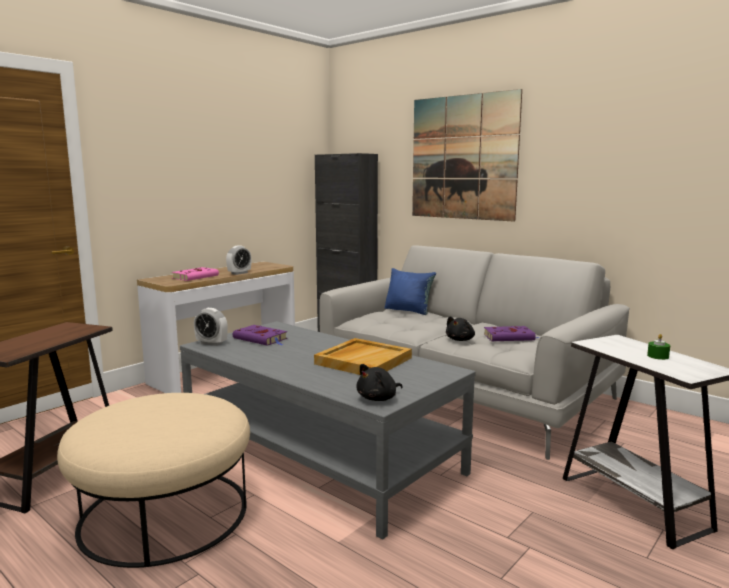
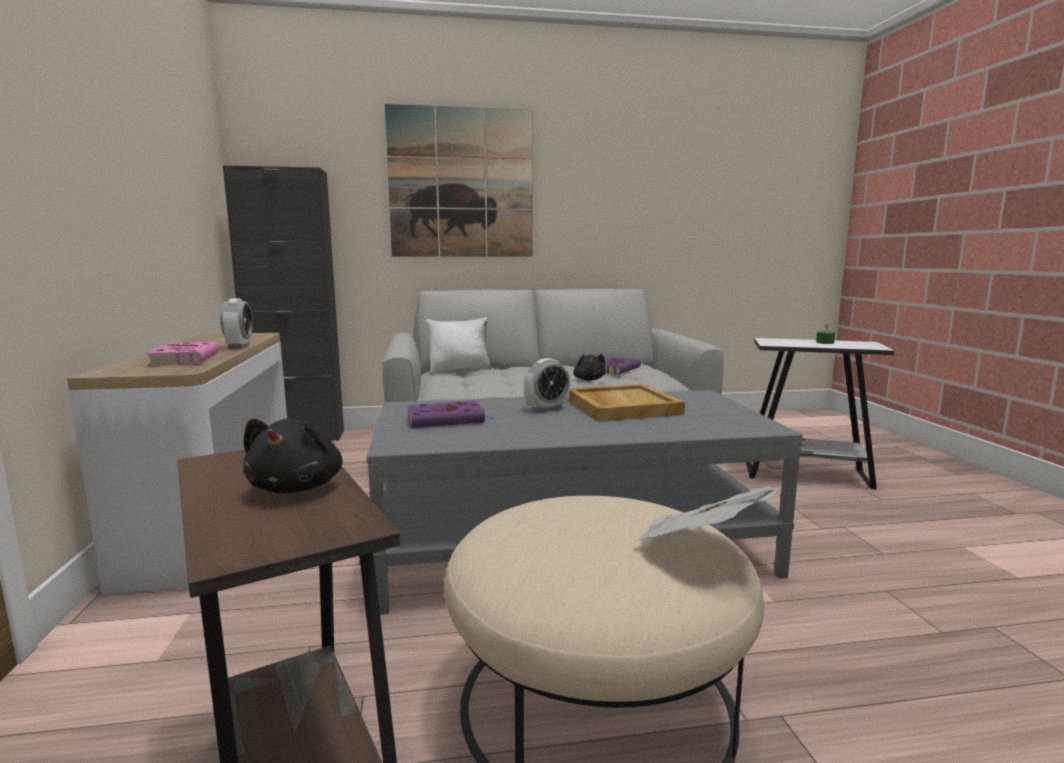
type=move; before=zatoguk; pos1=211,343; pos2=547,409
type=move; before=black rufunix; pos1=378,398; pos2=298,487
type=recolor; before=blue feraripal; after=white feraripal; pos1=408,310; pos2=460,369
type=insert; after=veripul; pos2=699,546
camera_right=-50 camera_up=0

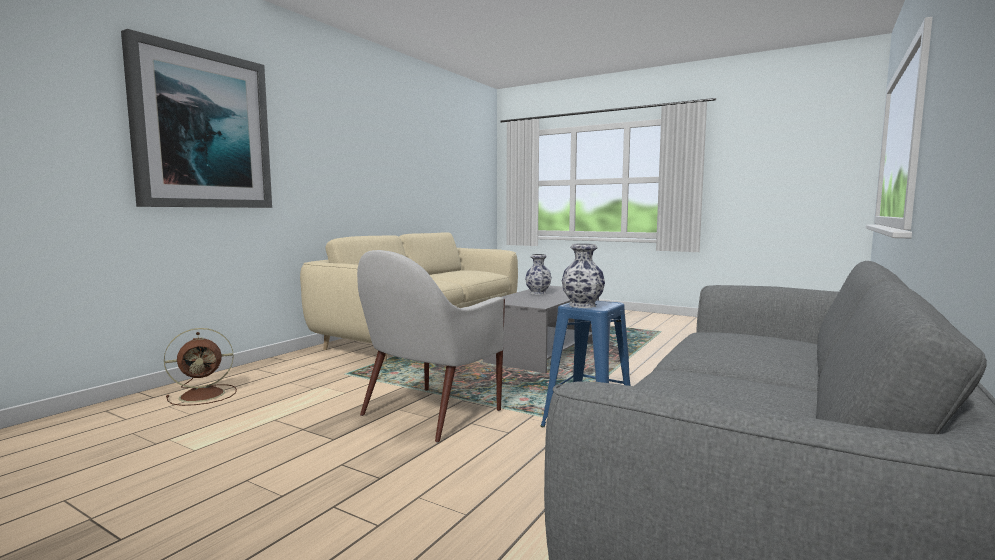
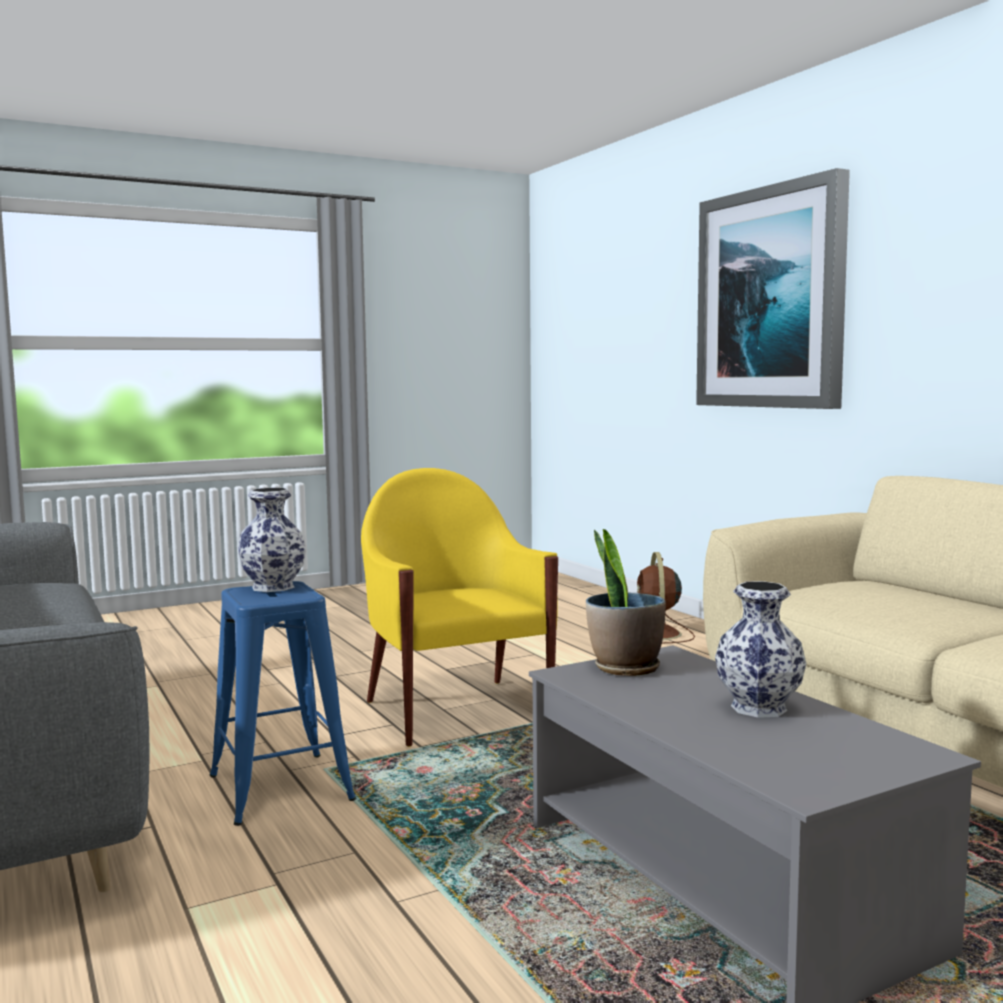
type=recolor; before=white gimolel; after=yellow gimolel; pos1=428,413; pos2=456,710
type=insert; after=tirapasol; pos2=625,668
camera_right=120 camera_up=0

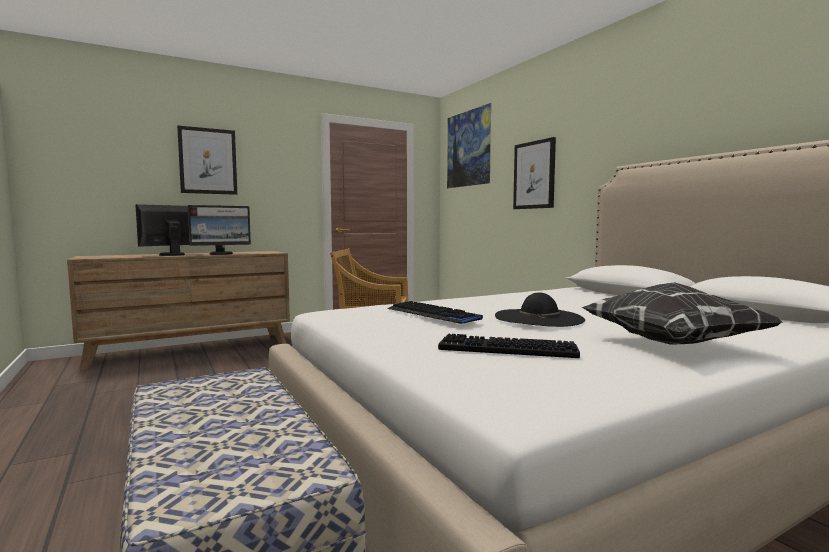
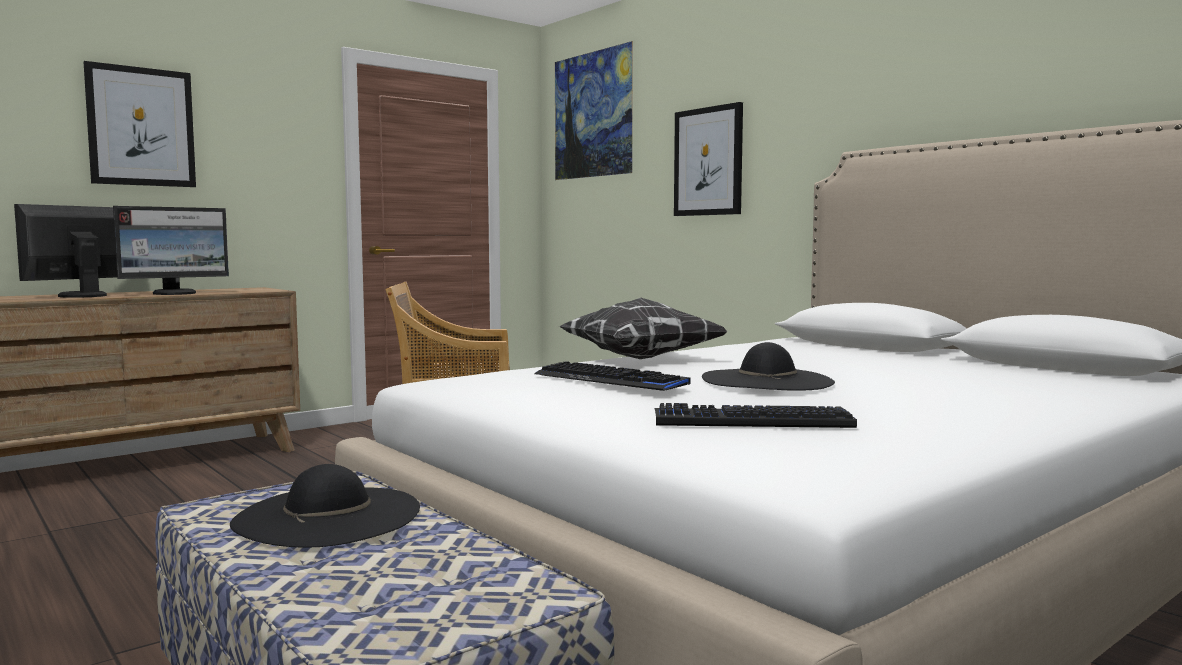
type=move; before=feraripal; pos1=671,344; pos2=641,359
type=insert; after=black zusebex; pos2=328,516
camera_right=-10 camera_up=0

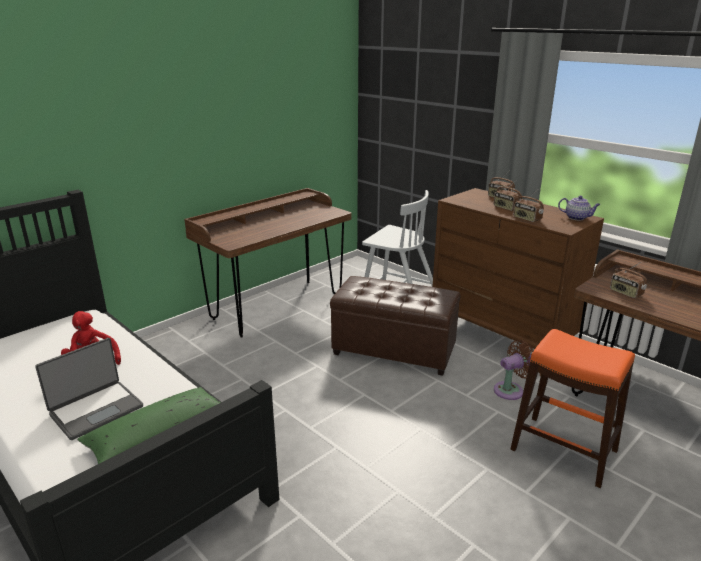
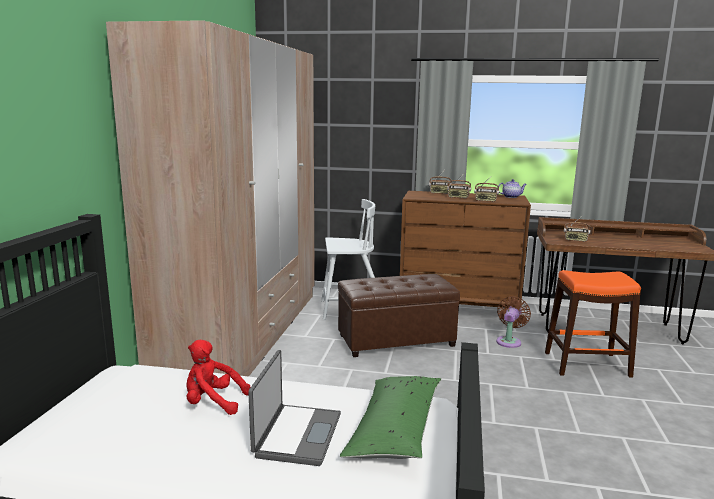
type=replace; before=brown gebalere; after=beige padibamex; pos1=277,307; pos2=247,337
camera_right=-35 camera_up=-10

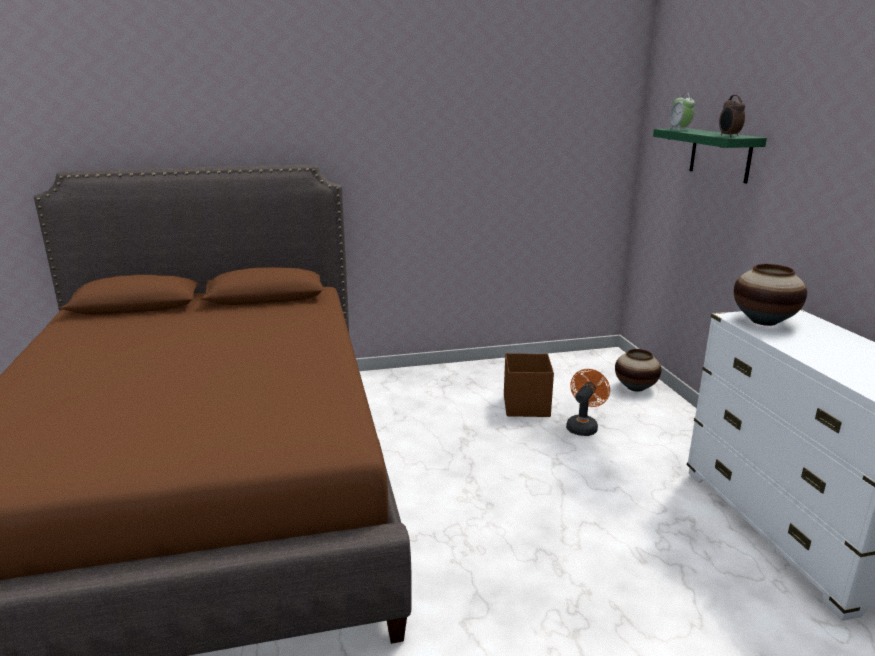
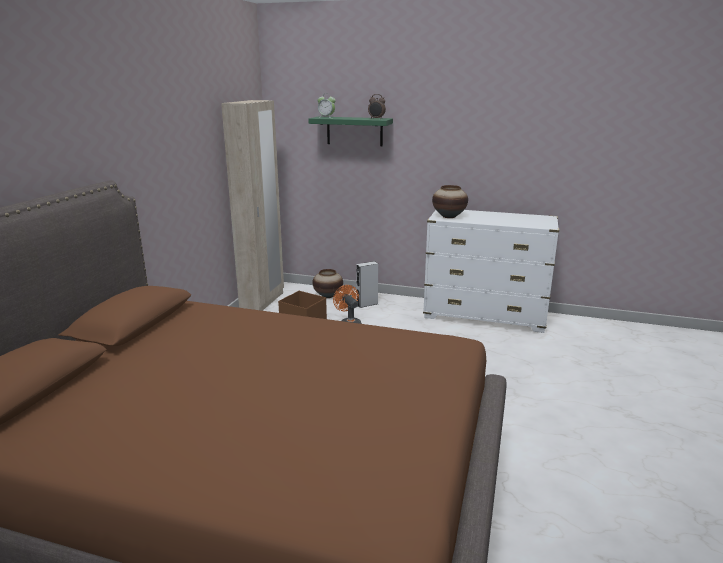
type=insert; after=beige padibamex; pos2=262,301
type=insert; after=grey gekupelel; pos2=367,304
camera_right=-60 camera_up=0

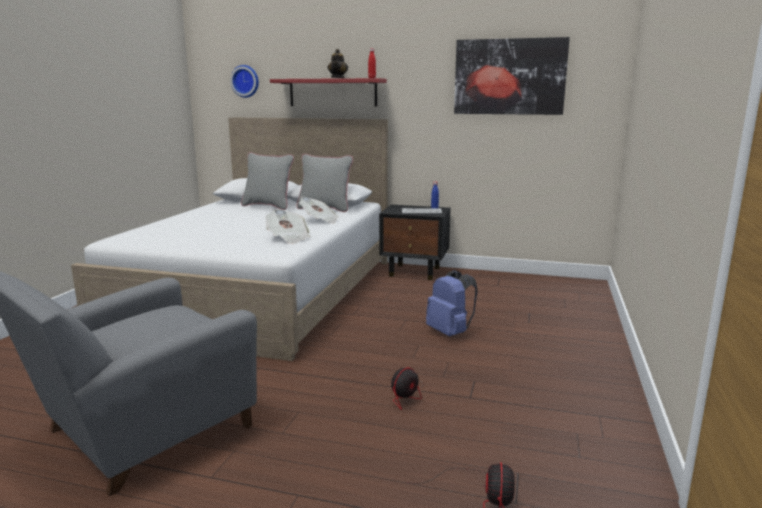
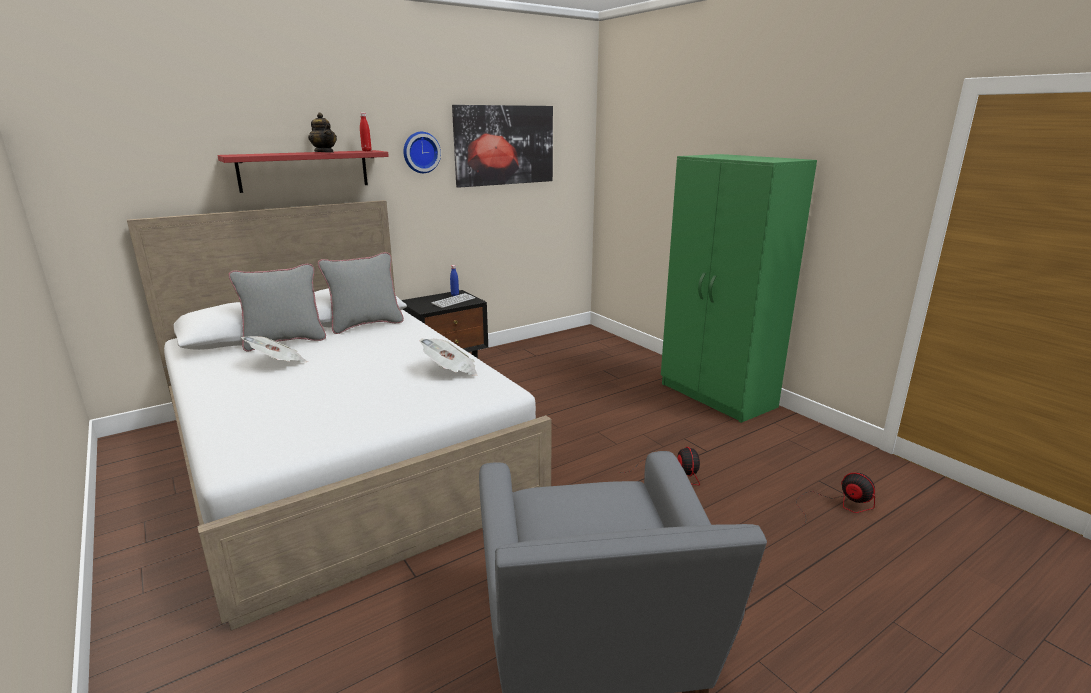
type=move; before=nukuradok; pos1=245,81; pos2=420,152
type=move; before=veripul; pos1=319,221; pos2=278,363
type=delete; before=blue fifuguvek; pos1=450,332
type=insert; after=green padibamex; pos2=717,396
camera_right=-50 camera_up=5

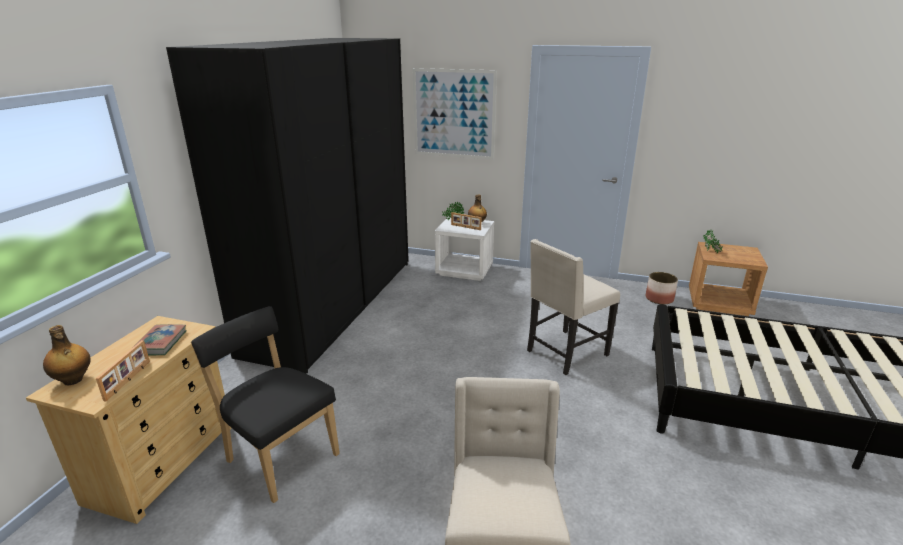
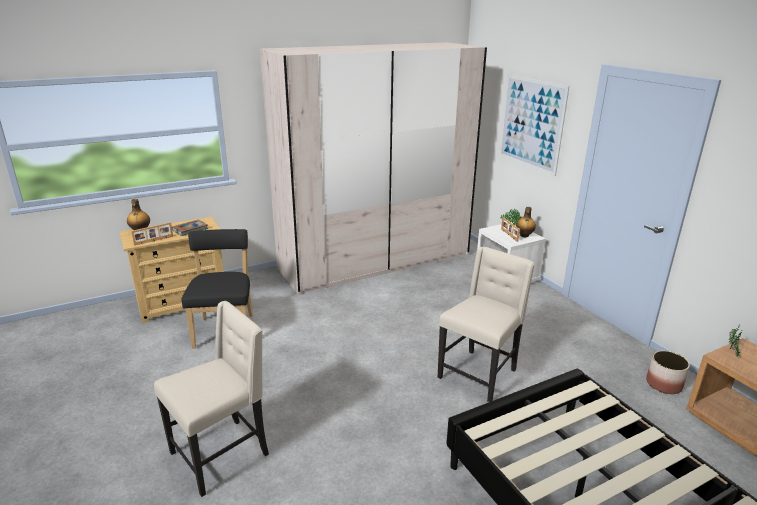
type=recolor; before=black padibamex; after=beige padibamex; pos1=334,304; pos2=375,261
type=rotate; before=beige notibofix; pos1=565,353; pos2=479,374; turn=120
camera_right=45 camera_up=0

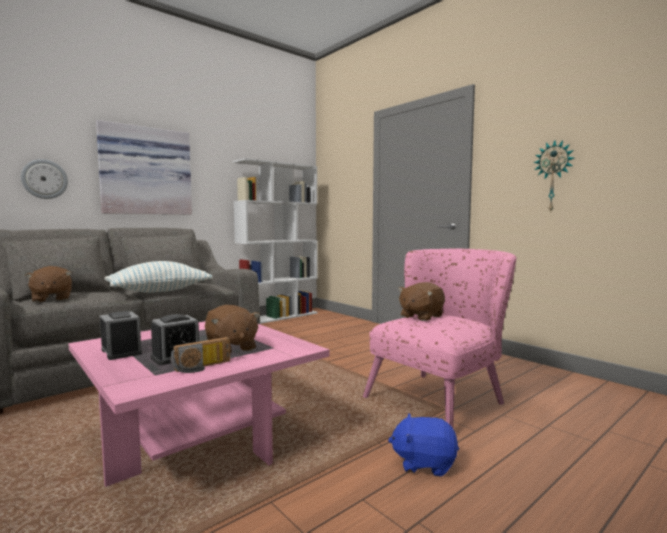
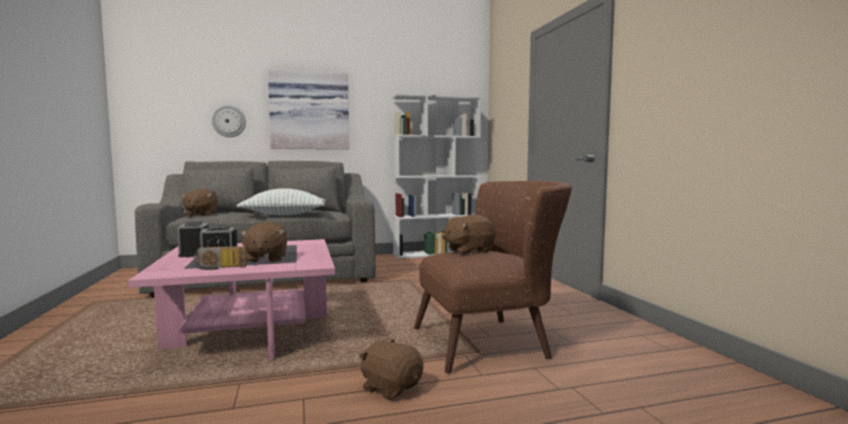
type=recolor; before=pink gimolel; after=brown gimolel; pos1=443,397; pos2=493,342
type=recolor; before=blue rufunix; after=brown rufunix; pos1=424,463; pos2=391,387
type=delete; before=nukuradok; pos1=553,176
camera_right=25 camera_up=0

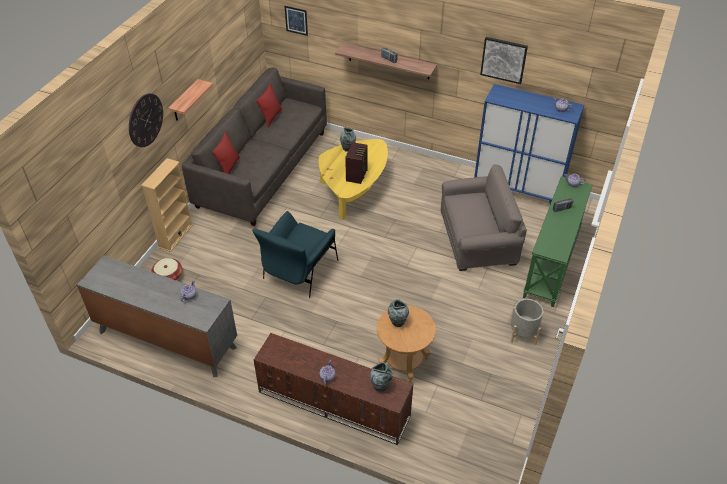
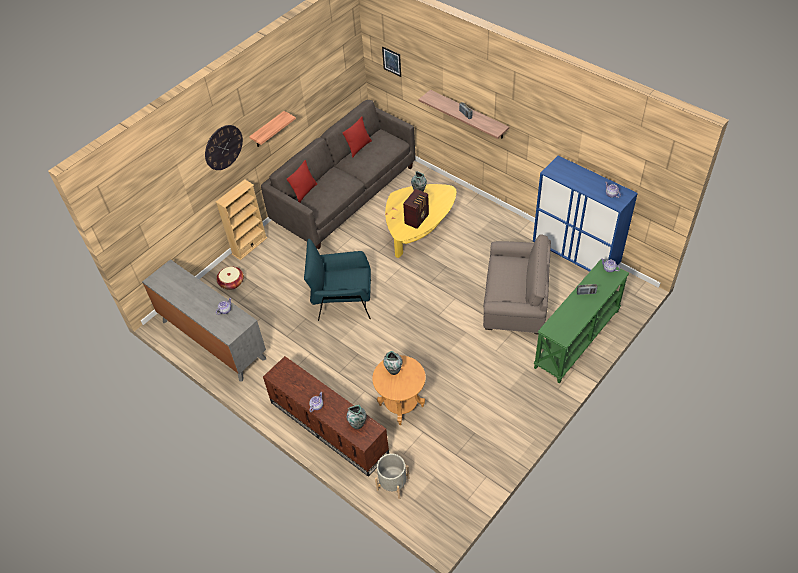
type=rotate; before=blue gimolel; pos1=299,271; pos2=342,300; turn=45
type=delete; before=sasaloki; pos1=503,59
type=move; before=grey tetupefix; pos1=523,333; pos2=393,483
camera_right=20 camera_up=5

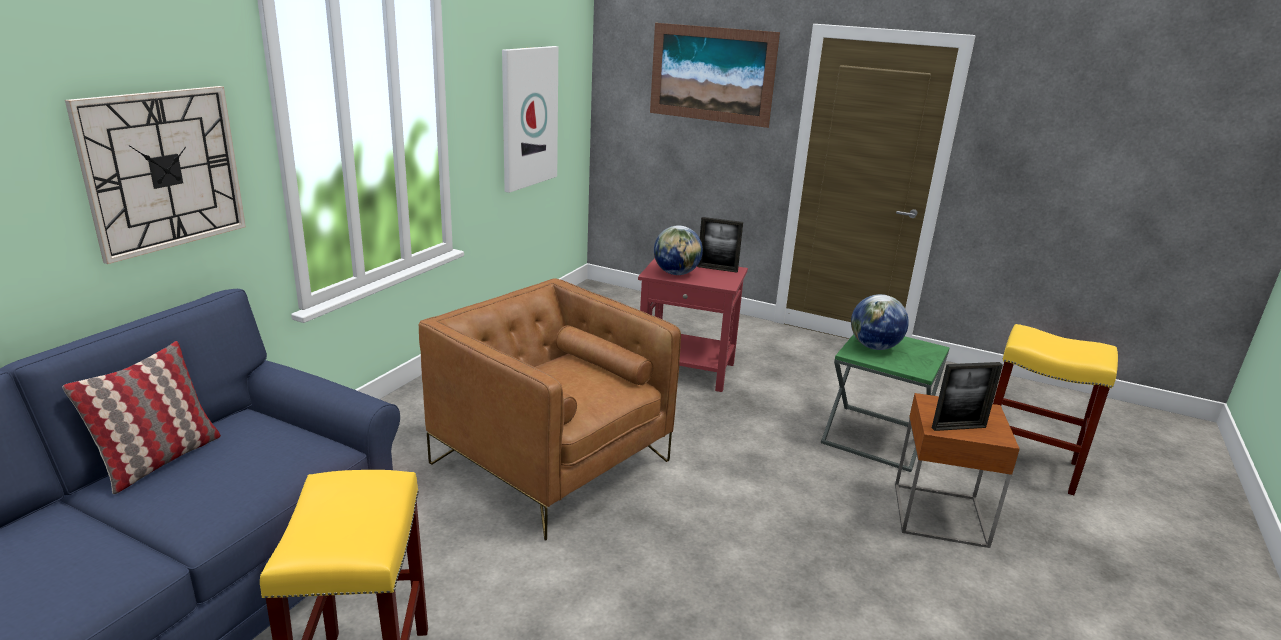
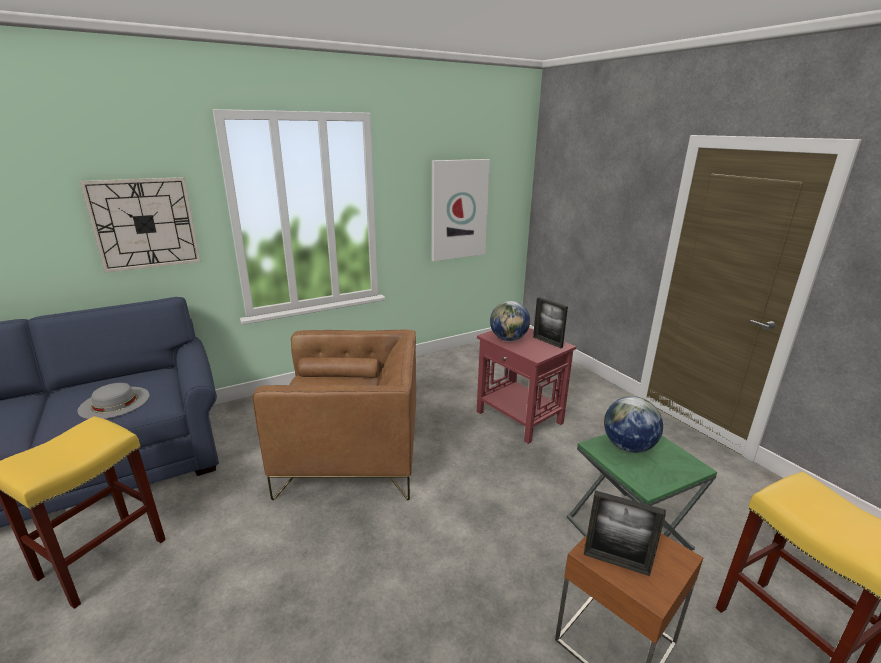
type=delete; before=feraripal; pos1=160,460
type=rotate; before=brown gimolel; pos1=550,462; pos2=352,456; turn=105
type=delete; before=sasaloki; pos1=711,74
type=insert; after=grey zusebex; pos2=114,402
camera_right=35 camera_up=0

